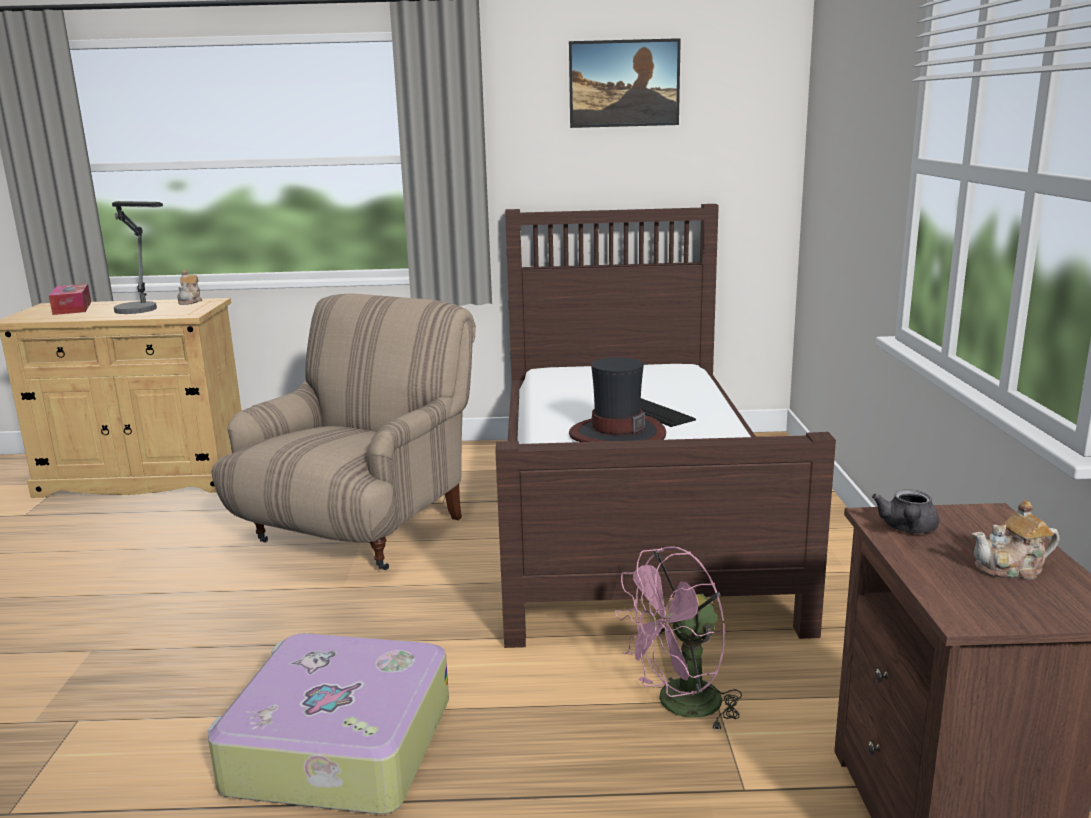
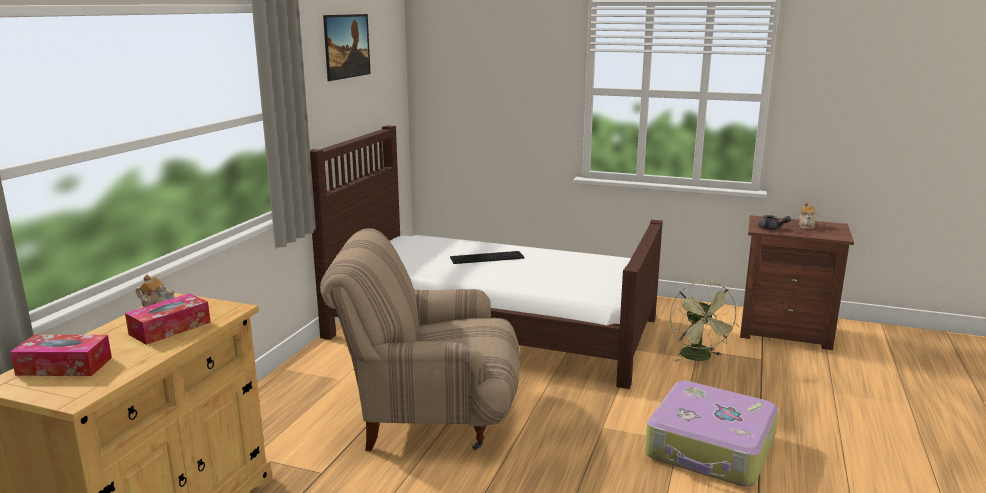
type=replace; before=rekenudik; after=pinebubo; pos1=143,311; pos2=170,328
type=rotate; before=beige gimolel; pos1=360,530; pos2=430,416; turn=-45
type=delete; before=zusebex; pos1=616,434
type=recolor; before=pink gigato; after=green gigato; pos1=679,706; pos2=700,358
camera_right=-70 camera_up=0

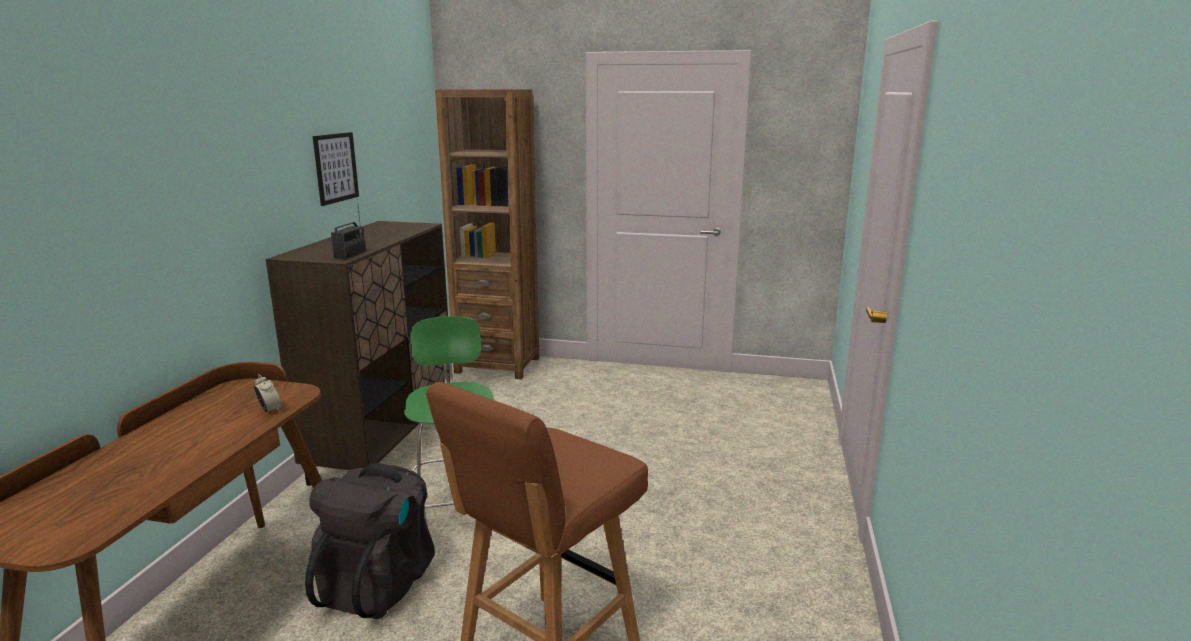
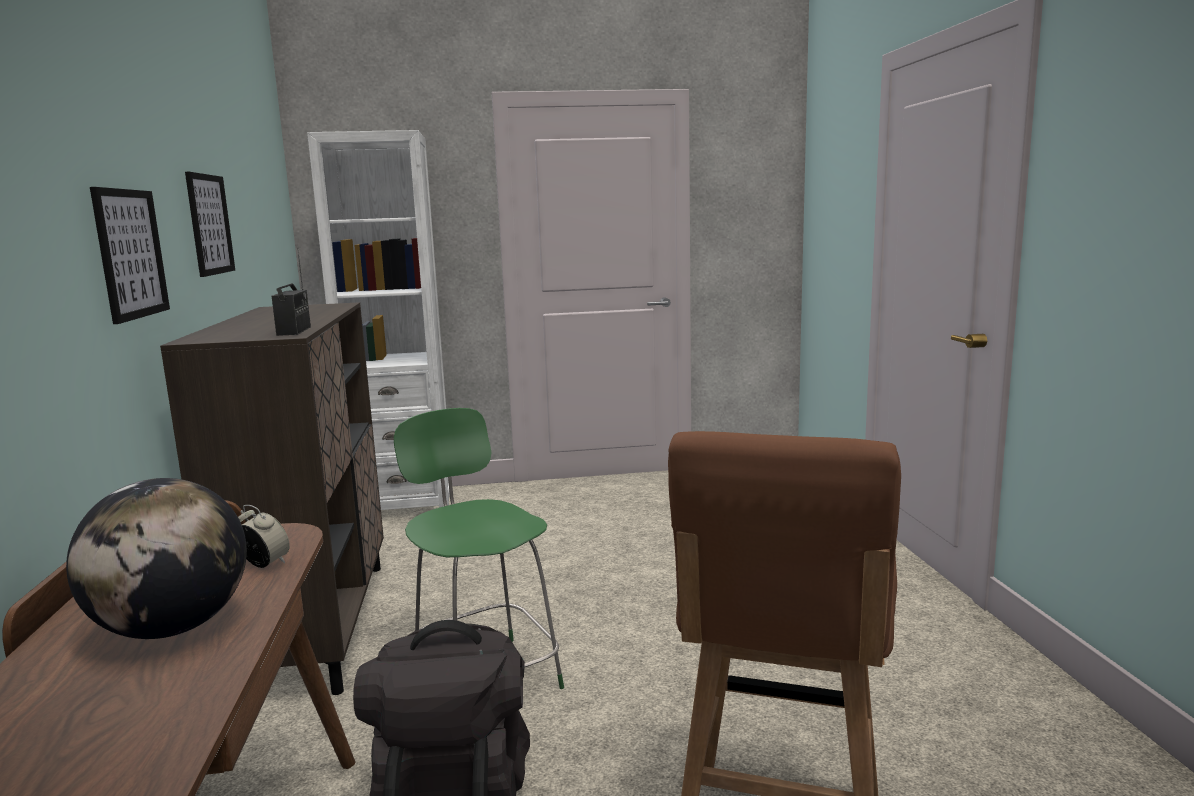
type=recolor; before=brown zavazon; after=white zavazon; pos1=497,365; pos2=404,504
type=insert; after=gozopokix; pos2=172,628
type=insert; after=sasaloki; pos2=130,253
camera_right=-20 camera_up=-5

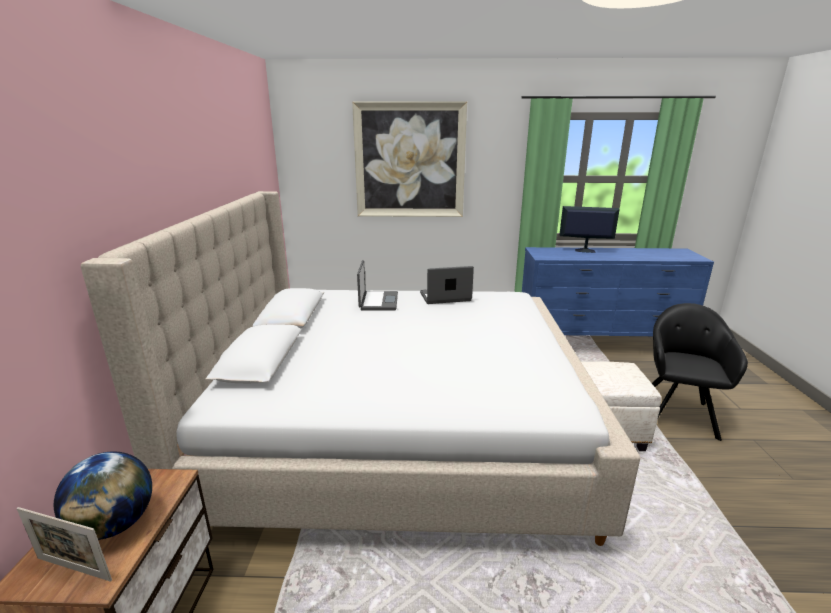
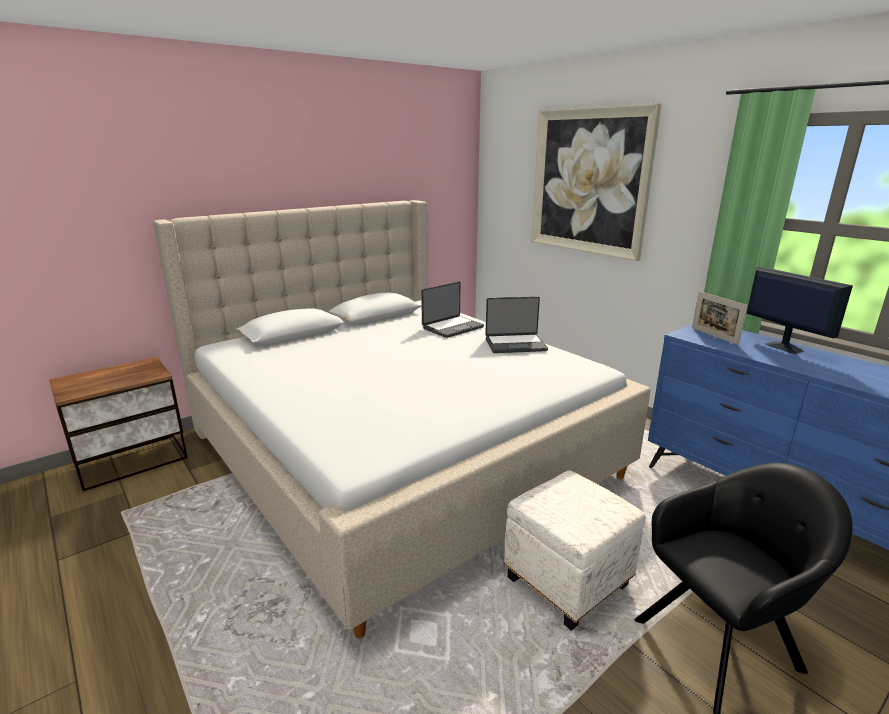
type=move; before=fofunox; pos1=74,569; pos2=714,336
type=delete; before=gozopokix; pos1=115,525
type=rotate; before=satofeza; pos1=445,297; pos2=515,344; turn=135
camera_right=50 camera_up=0

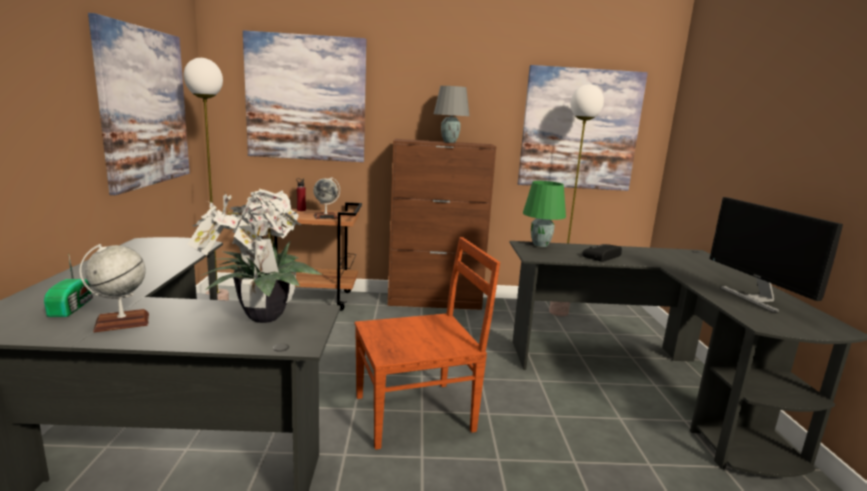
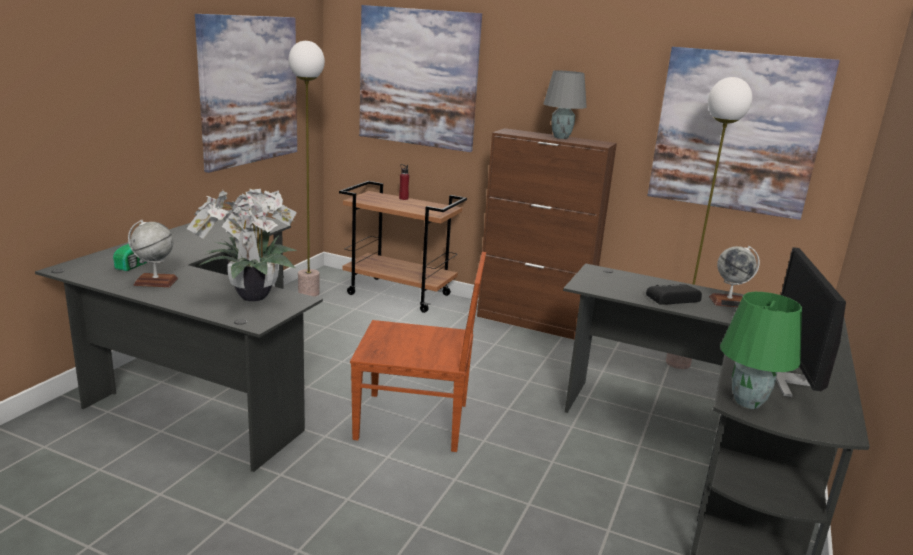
type=move; before=gozopokix; pos1=326,217; pos2=728,302
type=move; before=green rekenudik; pos1=541,245; pos2=748,403
camera_right=25 camera_up=5

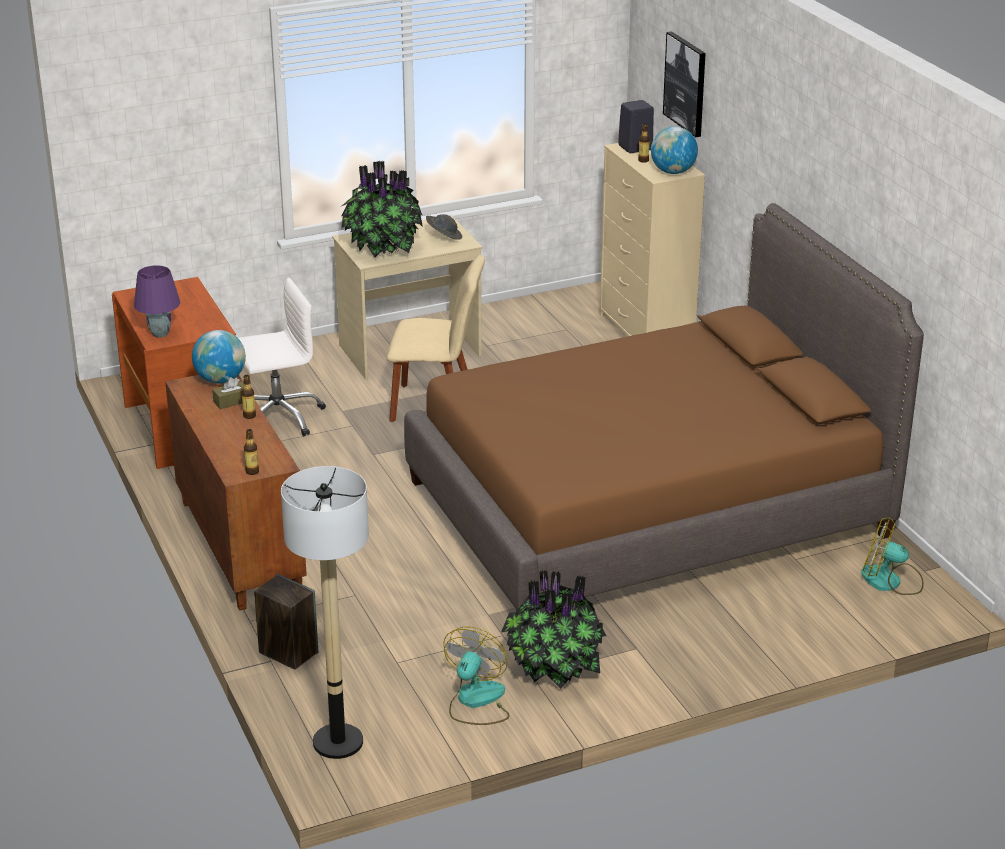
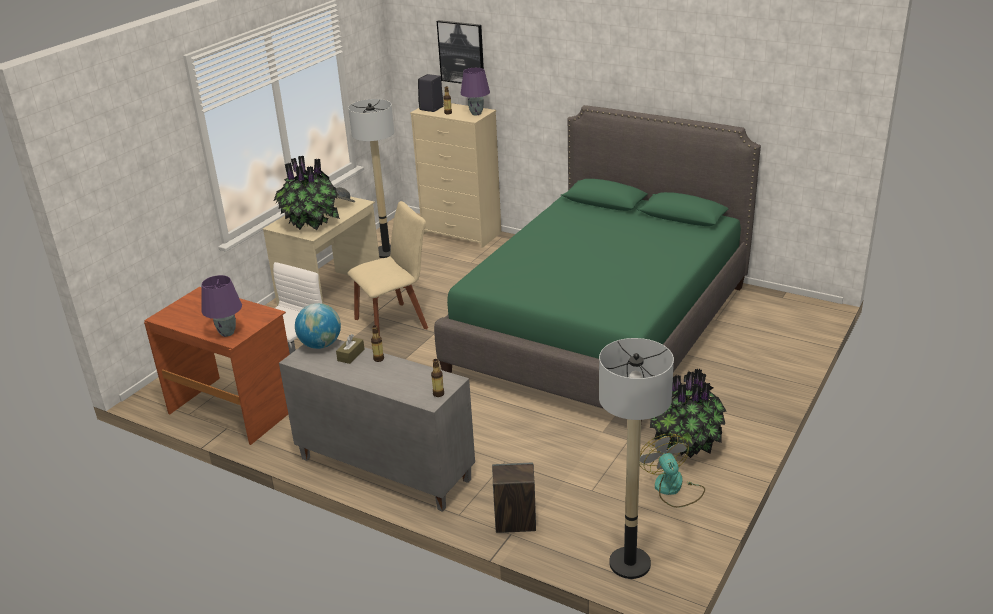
type=recolor; before=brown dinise; after=grey dinise; pos1=238,547; pos2=383,469
type=recolor; before=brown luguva; after=green luguva; pos1=648,508; pos2=602,327
type=replace; before=gozopokix; after=purple rekenudik; pos1=673,172; pos2=476,113
type=delete; before=gigato; pos1=890,581
type=insert; after=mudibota; pos2=386,252
camera_right=-35 camera_up=0

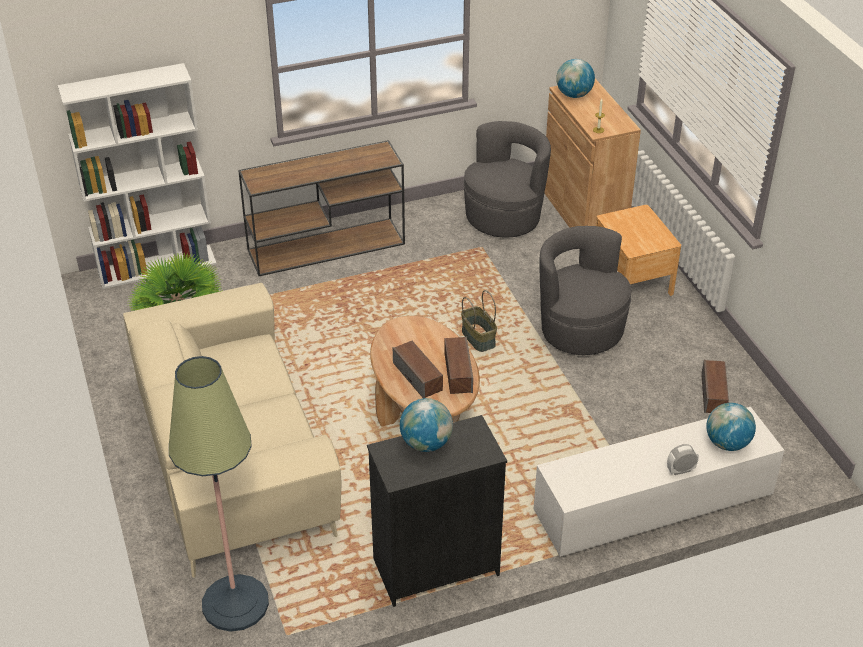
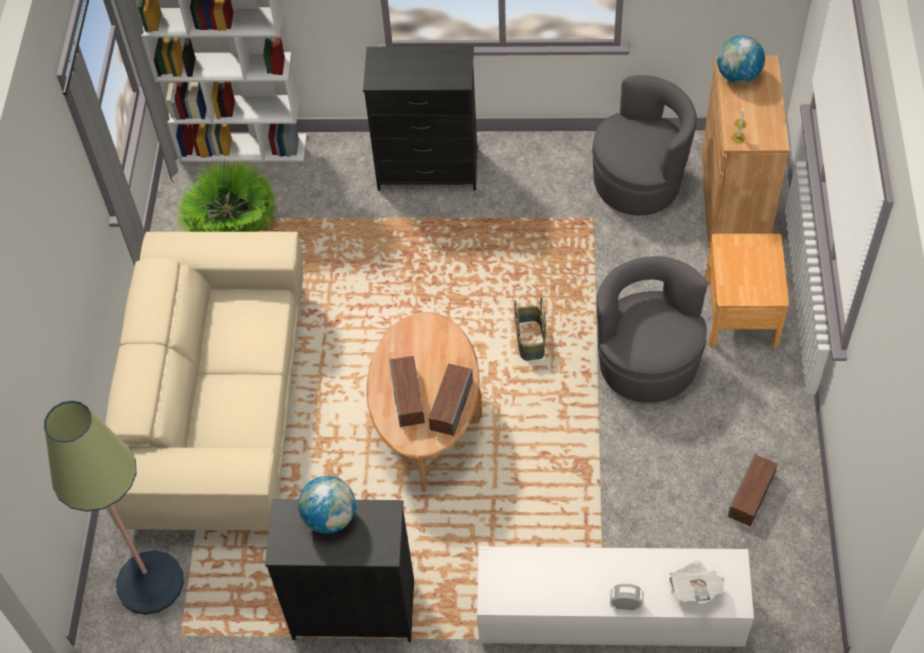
type=replace; before=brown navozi; after=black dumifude; pos1=327,246; pos2=427,170
type=replace; before=gozopokix; after=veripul; pos1=727,443; pos2=694,588
camera_right=25 camera_up=15

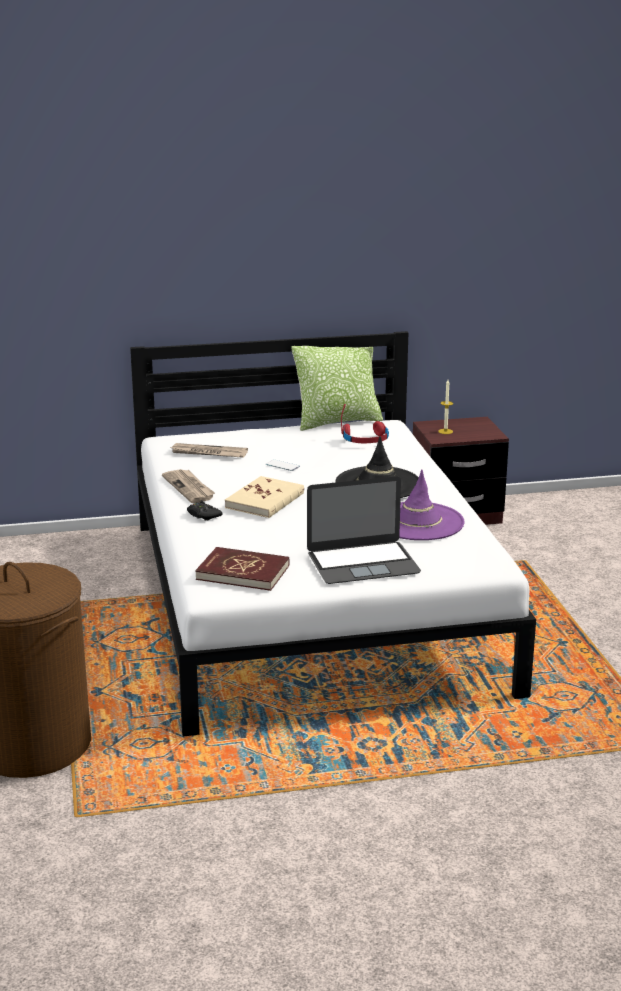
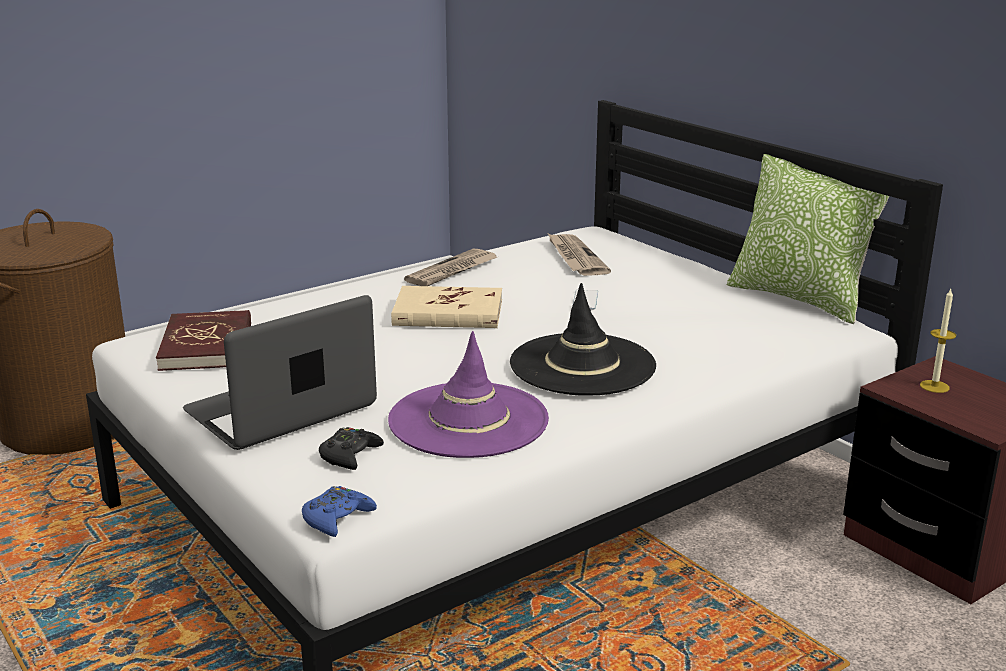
type=move; before=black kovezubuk; pos1=203,515; pos2=350,455
type=rotate; before=satofeza; pos1=363,563; pos2=280,409; turn=90
type=delete; before=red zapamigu; pos1=365,440
type=insert; after=blue kovezubuk; pos2=337,518
camera_right=65 camera_up=0

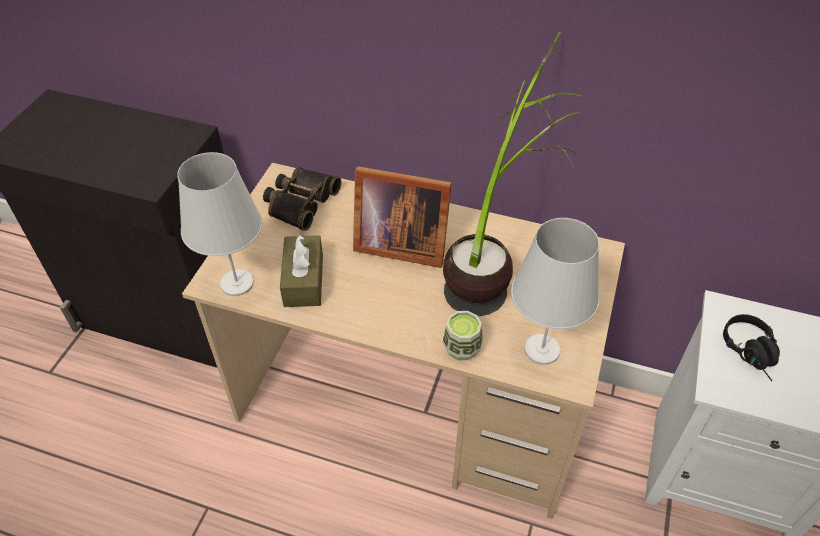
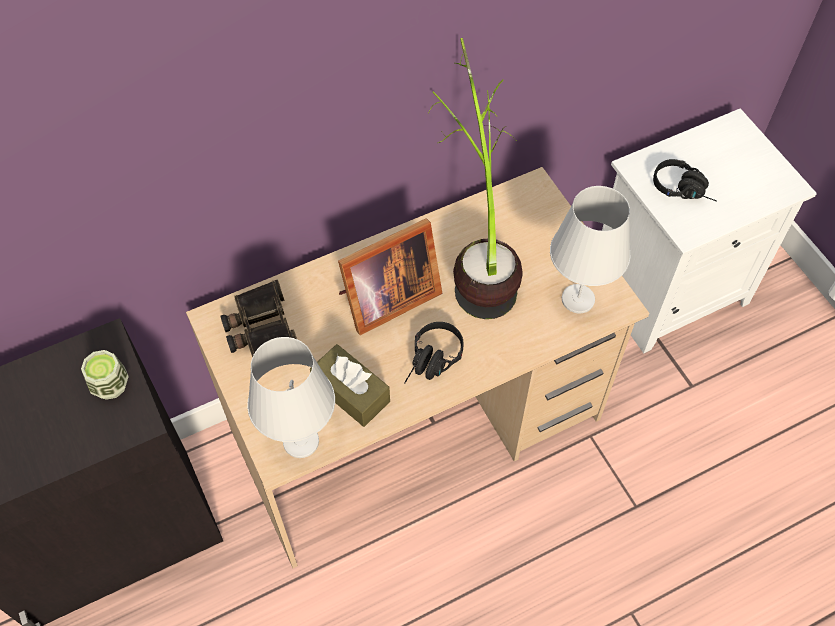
type=move; before=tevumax; pos1=461,348; pos2=110,385
type=insert; after=black zapamigu; pos2=432,363
camera_right=-45 camera_up=10

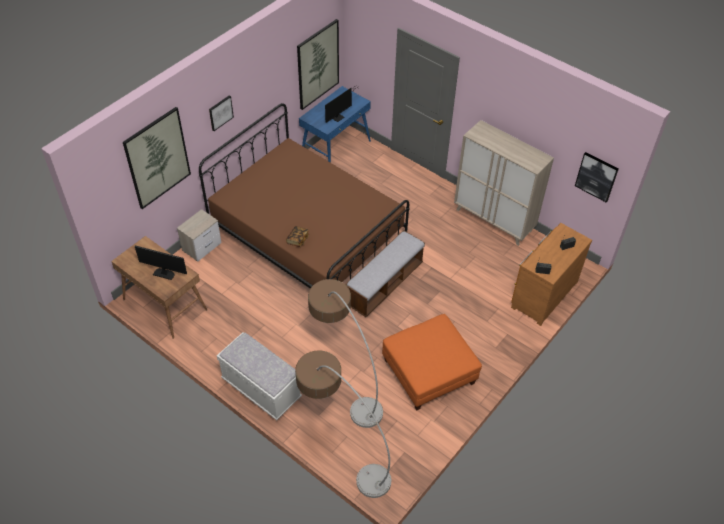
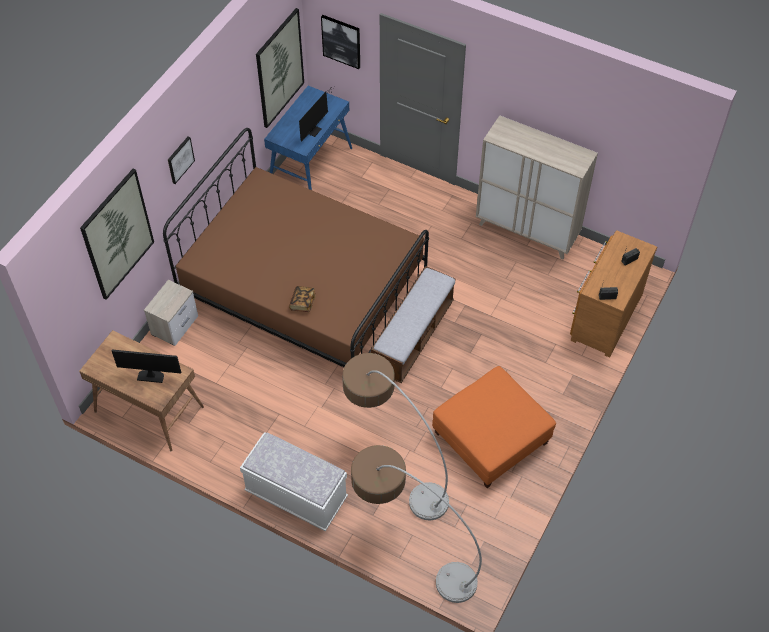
type=move; before=sasaloki; pos1=596,176; pos2=341,41
camera_right=-10 camera_up=5

